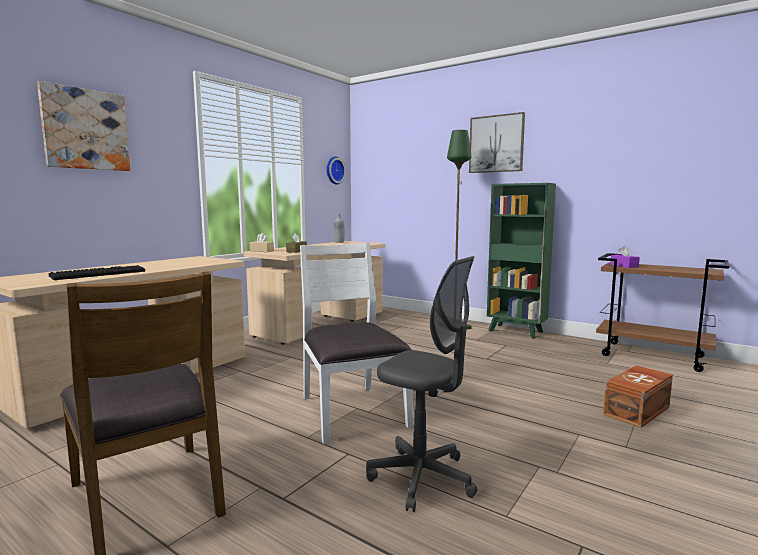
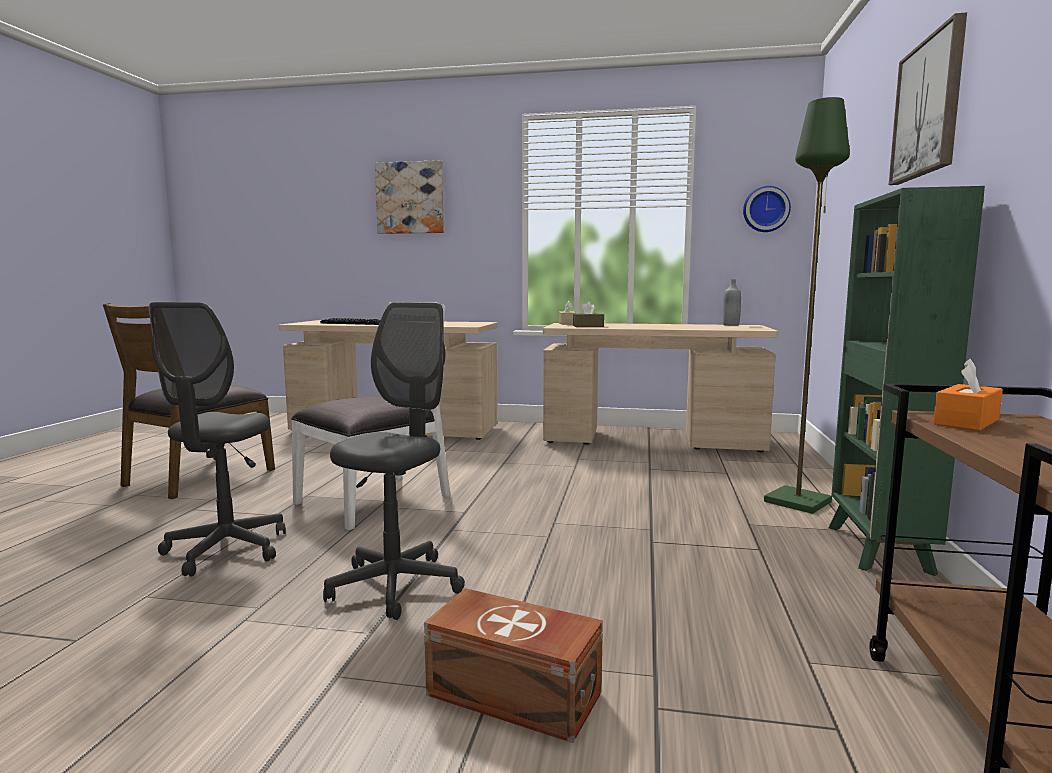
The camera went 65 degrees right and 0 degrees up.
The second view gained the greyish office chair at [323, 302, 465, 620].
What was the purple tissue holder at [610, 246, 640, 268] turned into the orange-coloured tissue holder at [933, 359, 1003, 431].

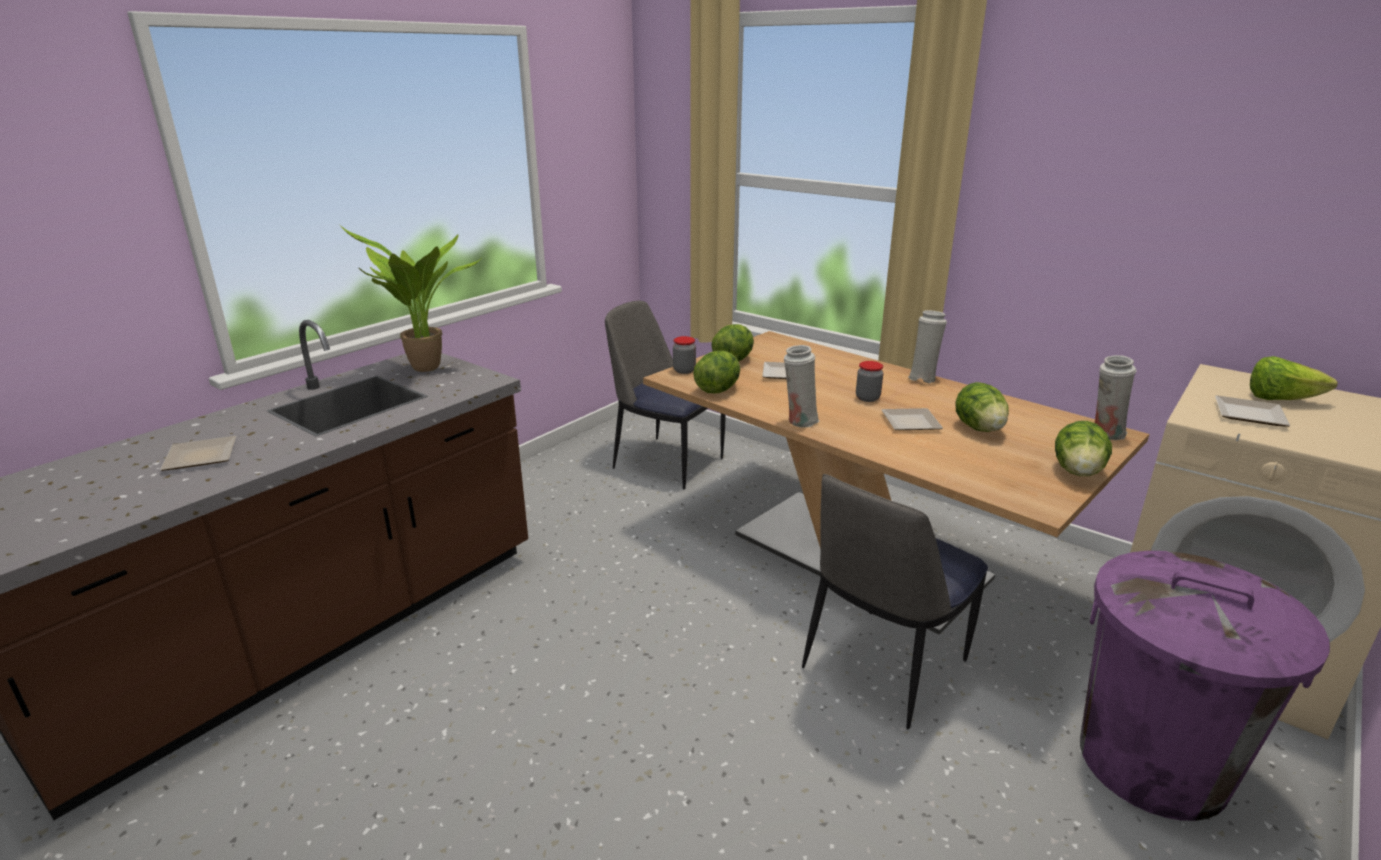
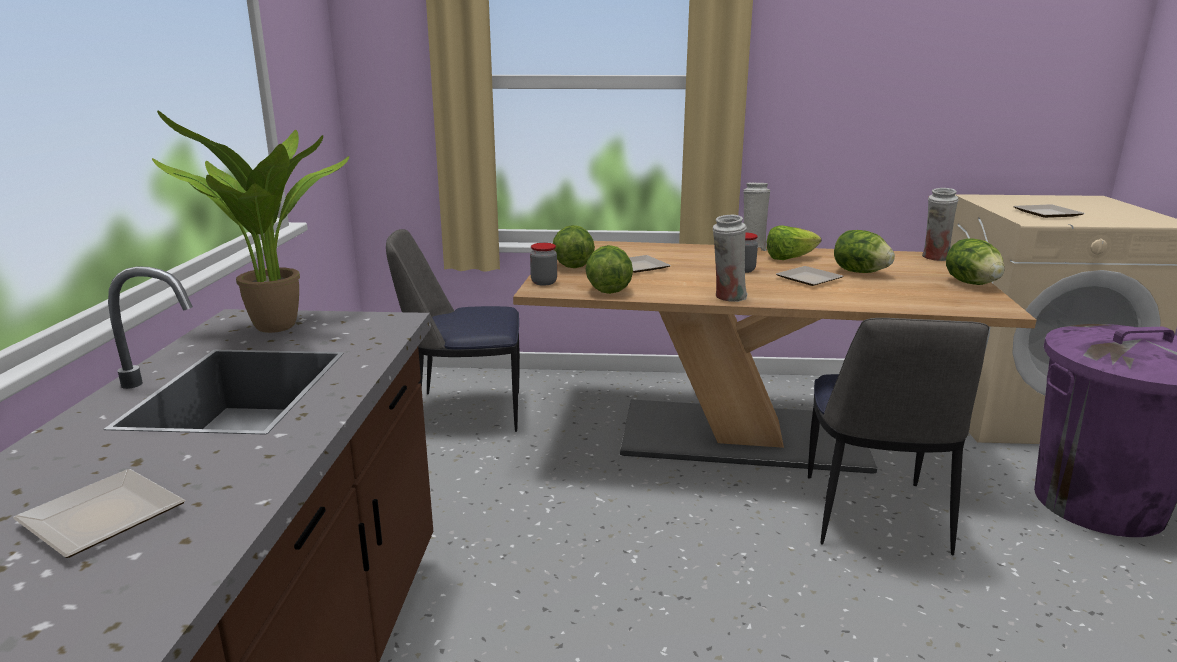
The camera went 35 degrees left and 5 degrees down.
The head of lettuce ended up elsewhere, having gone from [1250, 356, 1338, 400] to [767, 225, 821, 260].

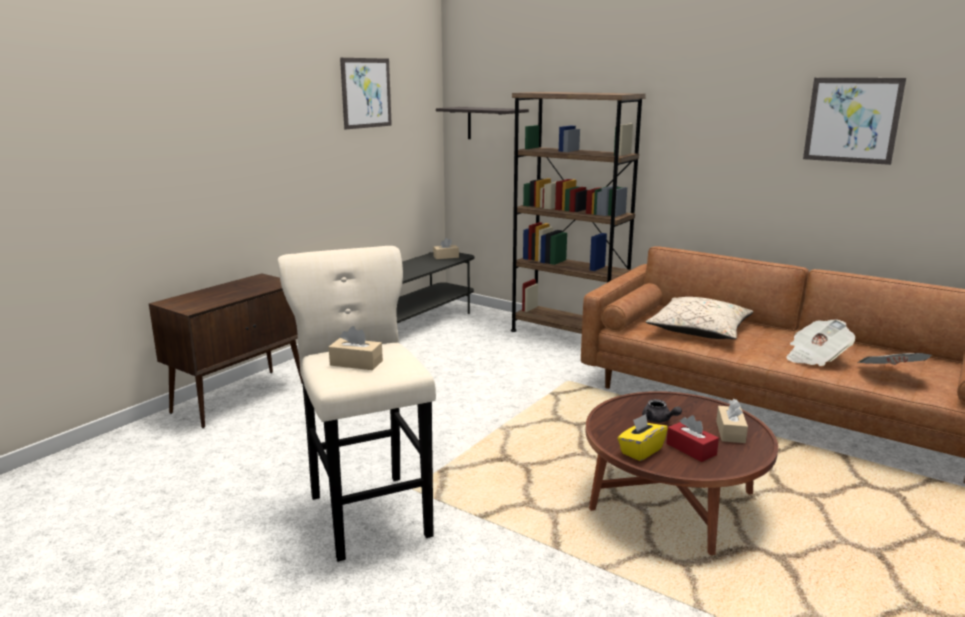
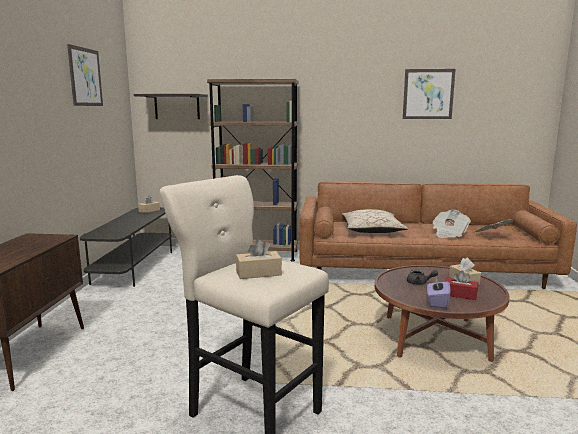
The camera went 30 degrees left and 5 degrees down.
What was the yellow tissue holder at [618, 414, 668, 461] turned into the purple tissue holder at [427, 277, 451, 309].

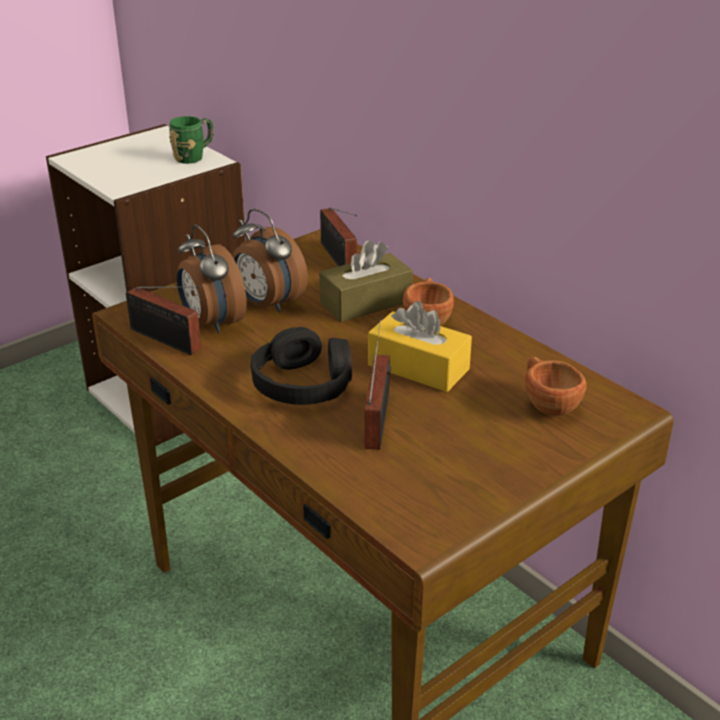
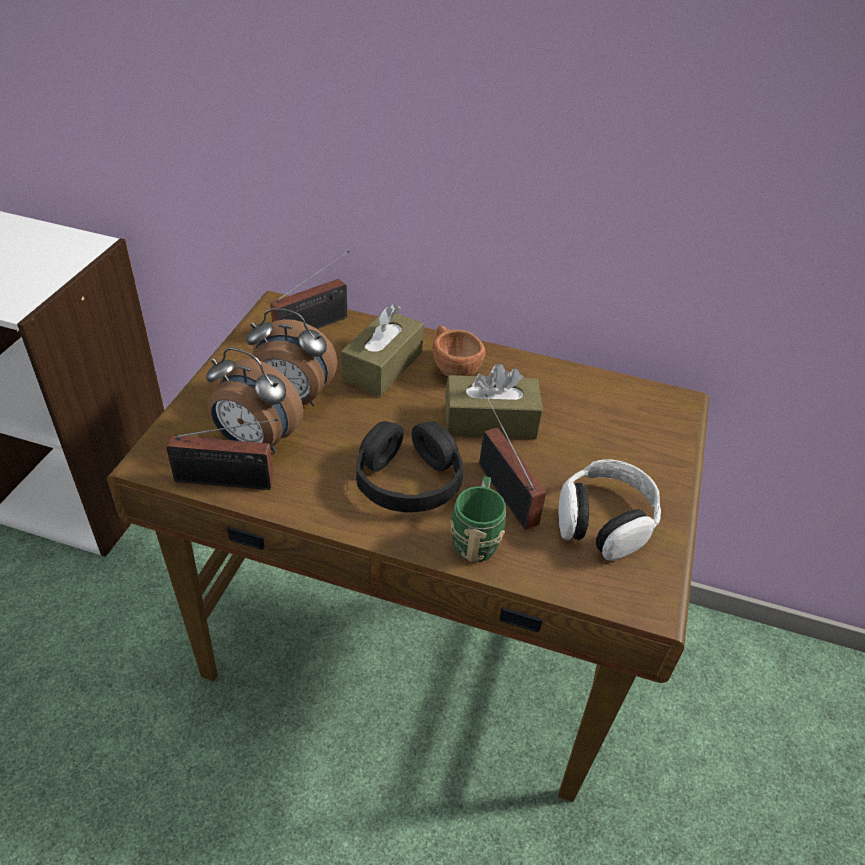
The camera went 35 degrees left and 10 degrees up.
The second view lost the brown-coloured drinking cup at [525, 356, 587, 416].
The second view gained the headphones at [558, 460, 661, 561].
The greenish tea mug ended up elsewhere, having gone from [169, 116, 214, 164] to [450, 476, 506, 562].
What was the yellow tissue holder at [368, 301, 472, 392] turned into the brown-coloured tissue holder at [445, 364, 543, 439].
The radio set at [320, 207, 357, 266] ended up facing another way, 75 degrees counterclockwise from before.

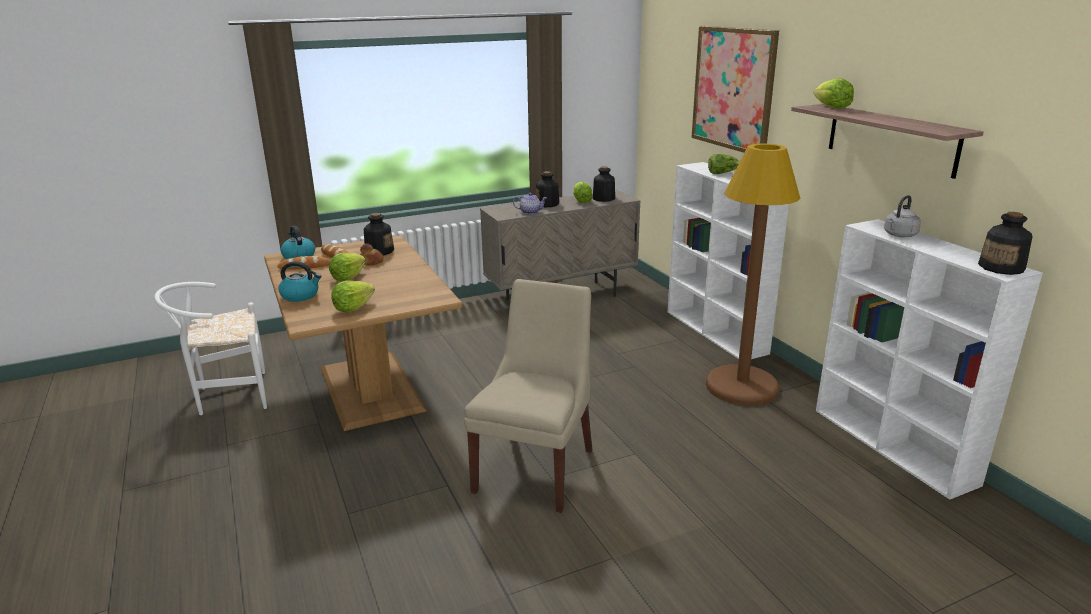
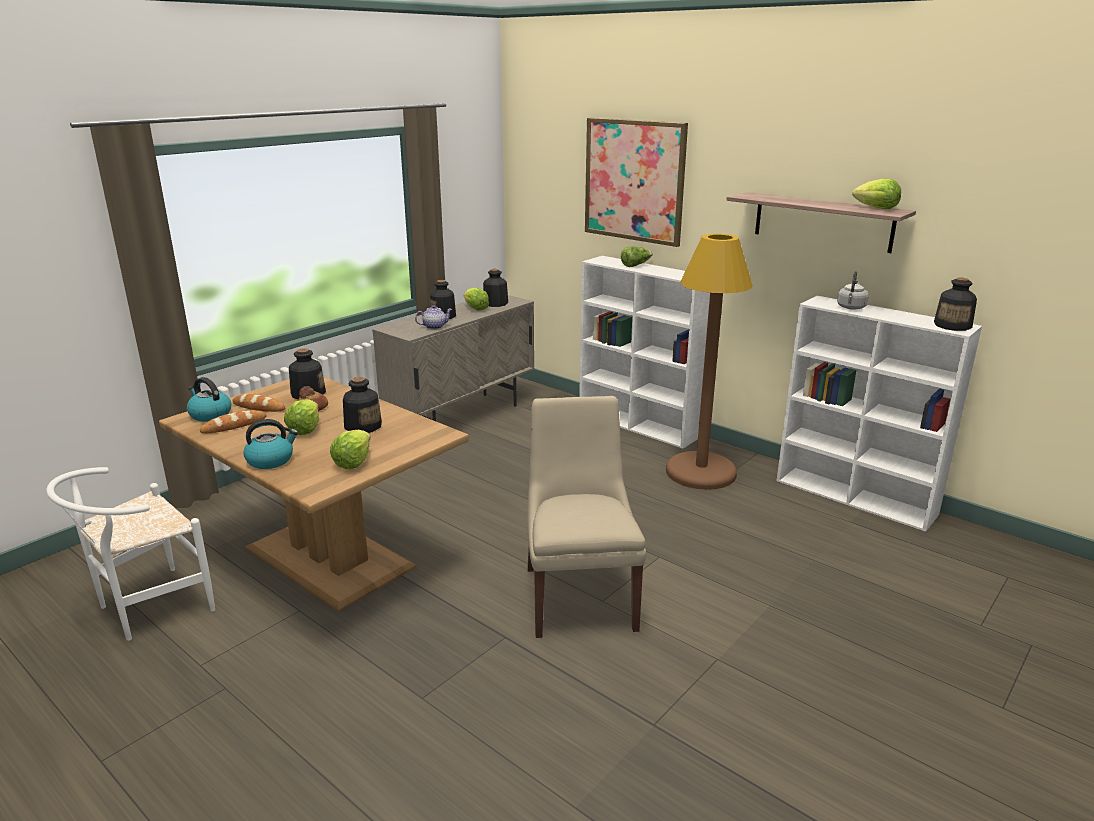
The camera went 25 degrees left and 0 degrees up.
The second view gained the drink bottle at [343, 377, 382, 433].
The head of lettuce ended up elsewhere, having gone from [814, 78, 854, 109] to [852, 178, 901, 209].

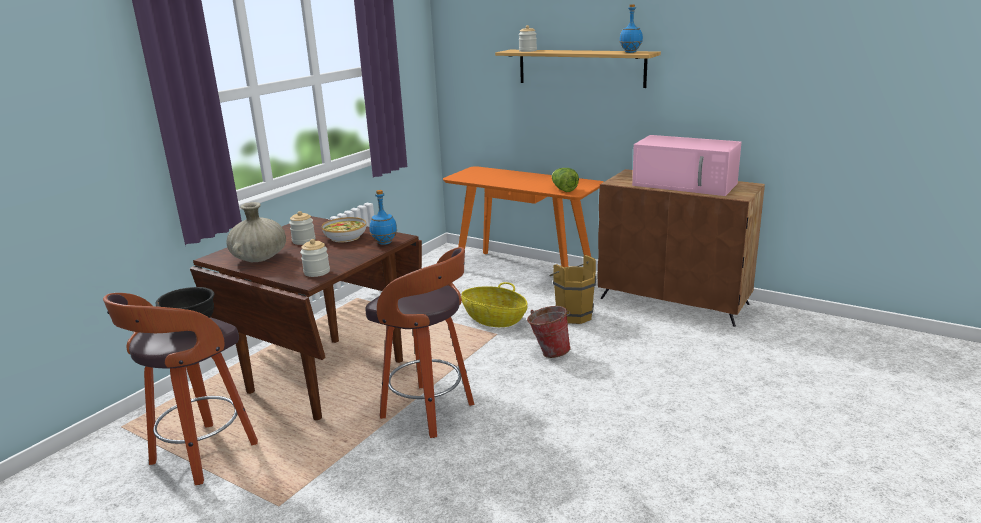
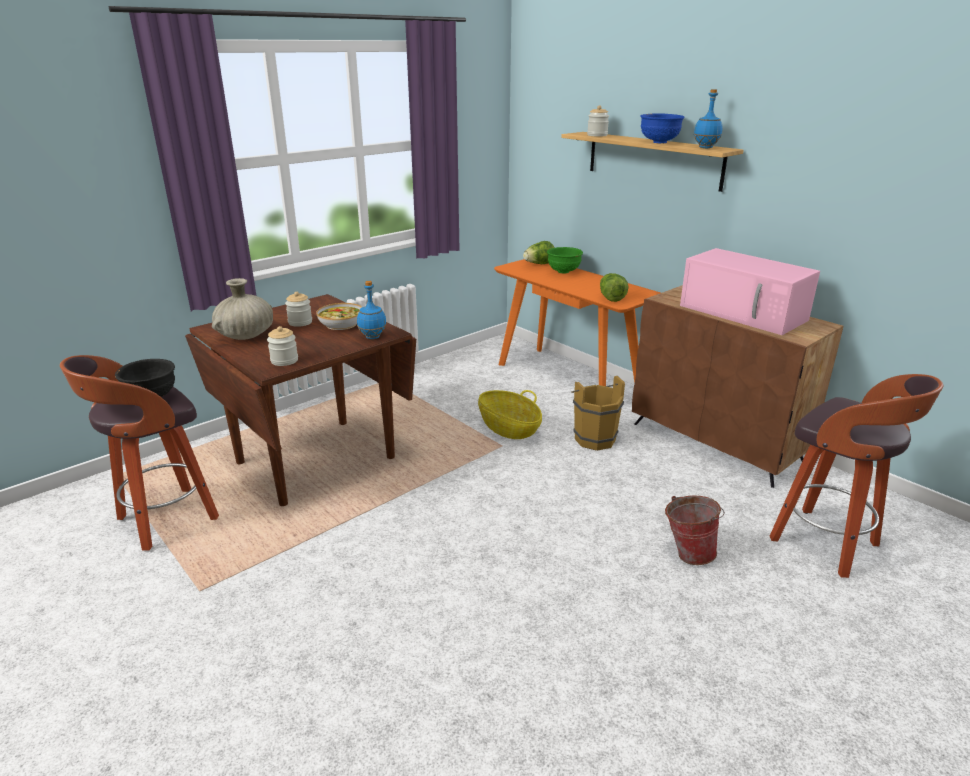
The camera went 15 degrees right and 5 degrees up.
The second view gained the head of lettuce at [523, 241, 555, 264].
The second view gained the greenish bowl at [547, 247, 583, 274].
The second view gained the blue bowl at [641, 114, 685, 144].
The stool seat ended up elsewhere, having gone from [366, 247, 475, 438] to [770, 374, 943, 578].
The bucket ended up elsewhere, having gone from [527, 306, 571, 358] to [665, 495, 725, 565].

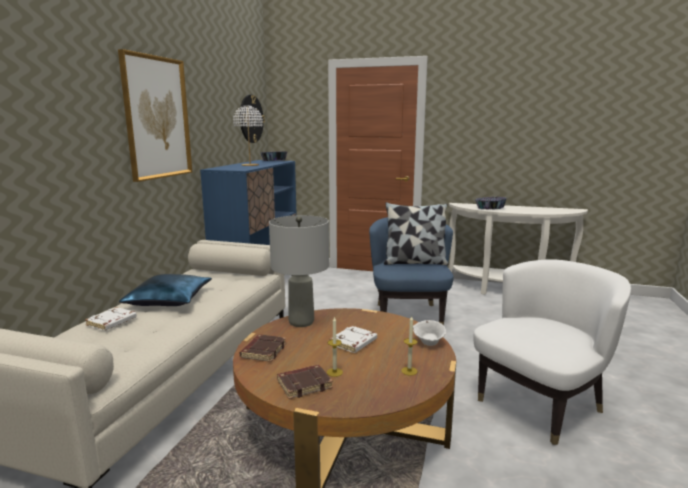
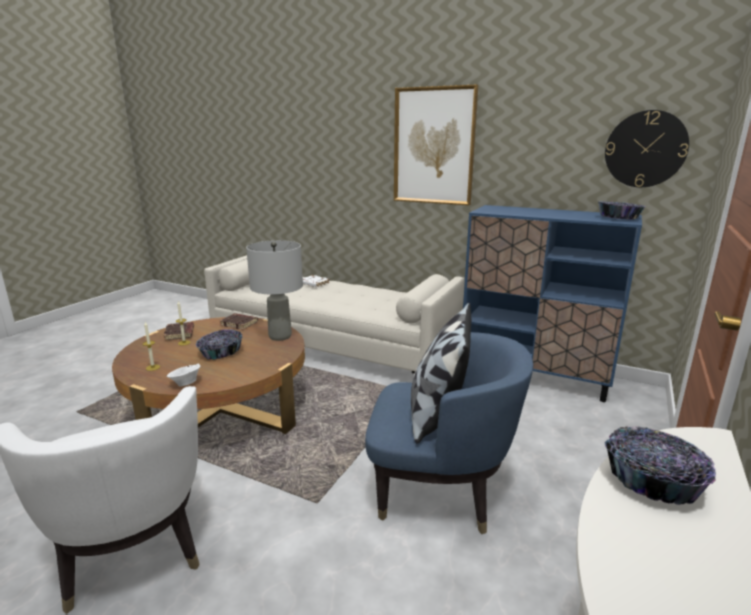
The camera went 100 degrees right and 5 degrees up.
The second view lost the blue throw pillow at [119, 274, 212, 306].
The second view lost the whitish lamp for a table at [233, 105, 263, 166].
Where the whitish volume stood at [330, 326, 377, 353], the bowl came to stand at [195, 329, 242, 360].

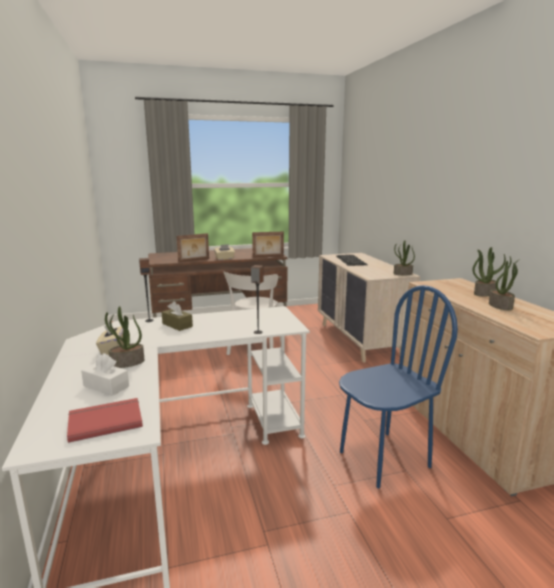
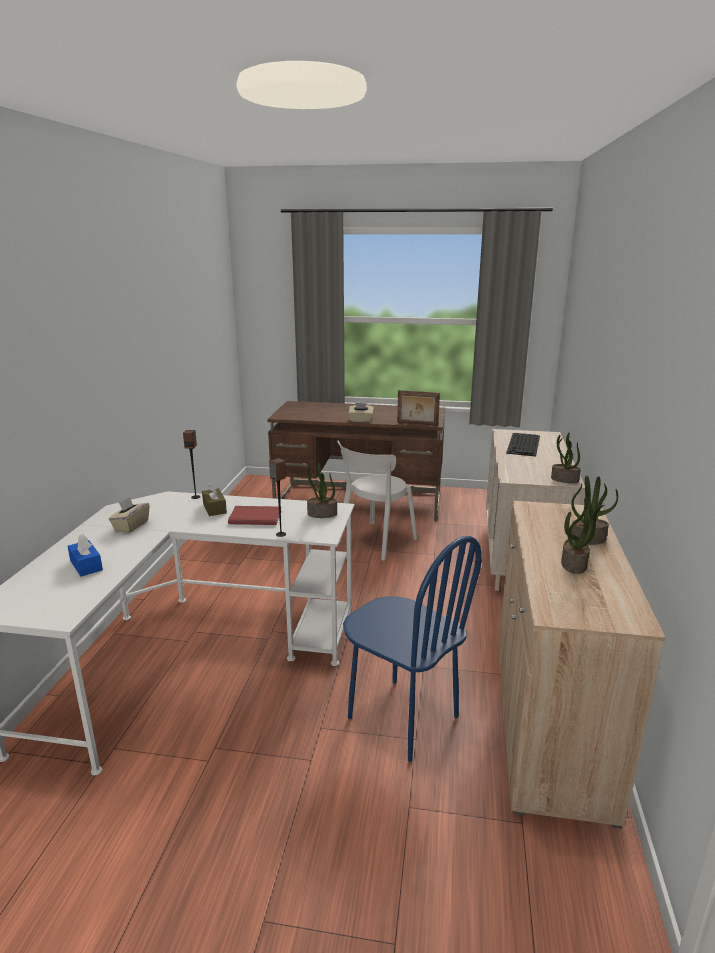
The camera went 25 degrees right and 5 degrees up.
The second view lost the standing frame at [176, 233, 209, 262].
The reddish volume ended up elsewhere, having gone from [67, 398, 143, 443] to [228, 506, 279, 525].
The plant in a pot ended up elsewhere, having gone from [105, 306, 145, 368] to [307, 463, 337, 518].
What was the whitish tissue holder at [81, 353, 129, 396] turned into the blue tissue holder at [68, 534, 103, 576].
The blue plain chair at [339, 285, 458, 488] ended up facing another way, 45 degrees clockwise from before.

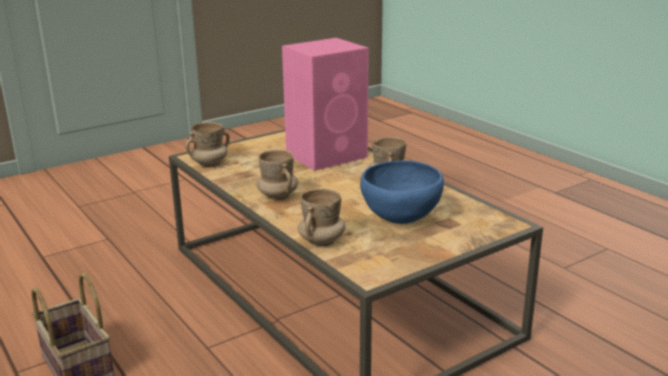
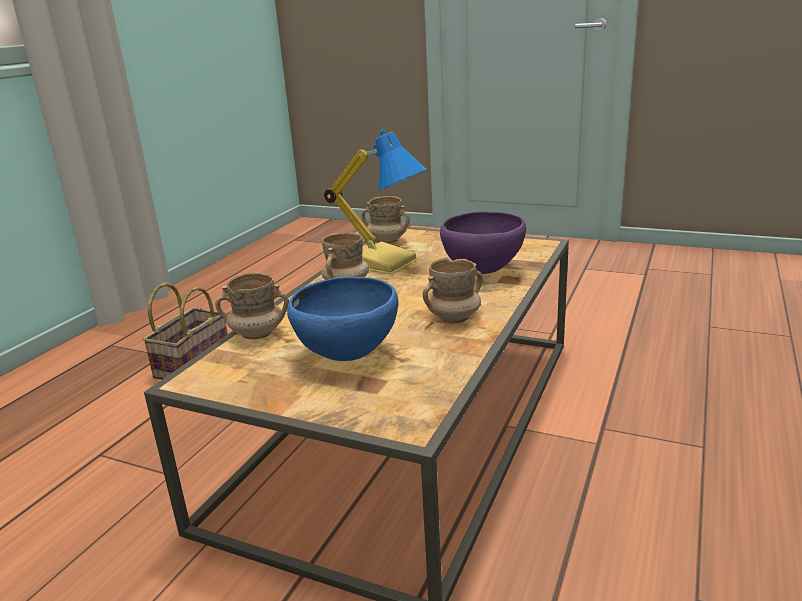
The camera went 60 degrees right and 0 degrees up.
The second view gained the lamp for a table at [324, 129, 427, 275].
Where the pink-coloured loudspeaker stood at [282, 38, 369, 171], the purple bowl came to stand at [440, 211, 526, 274].

